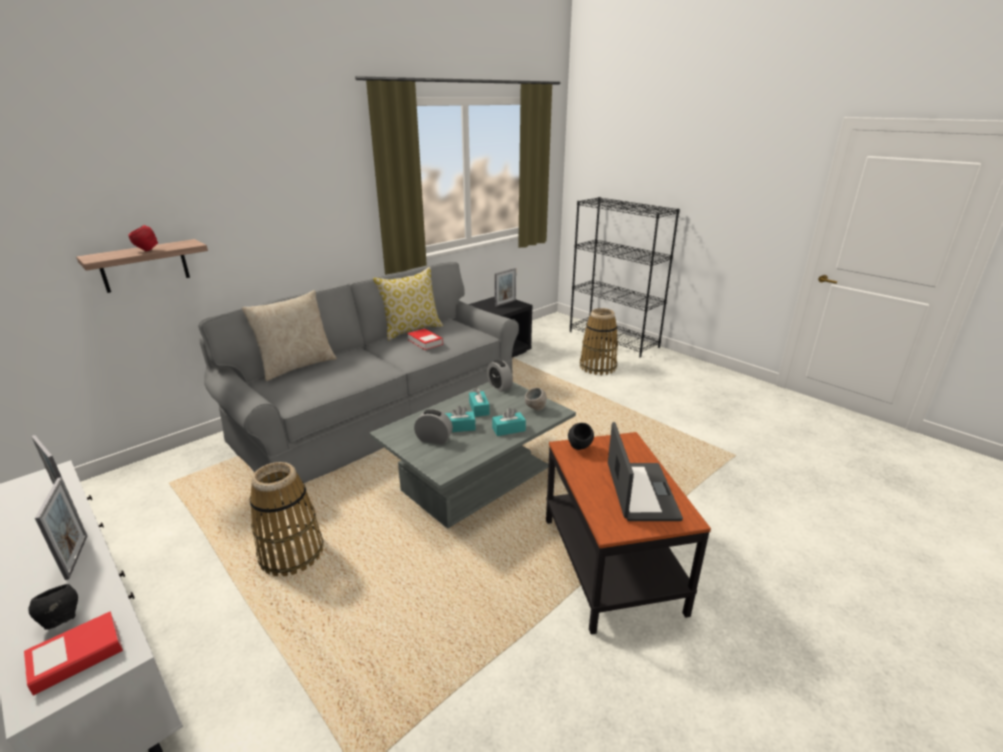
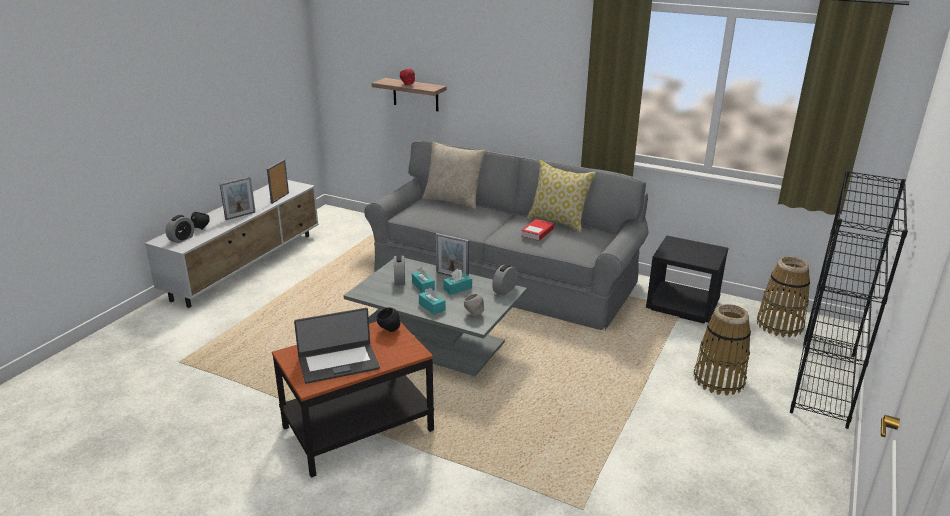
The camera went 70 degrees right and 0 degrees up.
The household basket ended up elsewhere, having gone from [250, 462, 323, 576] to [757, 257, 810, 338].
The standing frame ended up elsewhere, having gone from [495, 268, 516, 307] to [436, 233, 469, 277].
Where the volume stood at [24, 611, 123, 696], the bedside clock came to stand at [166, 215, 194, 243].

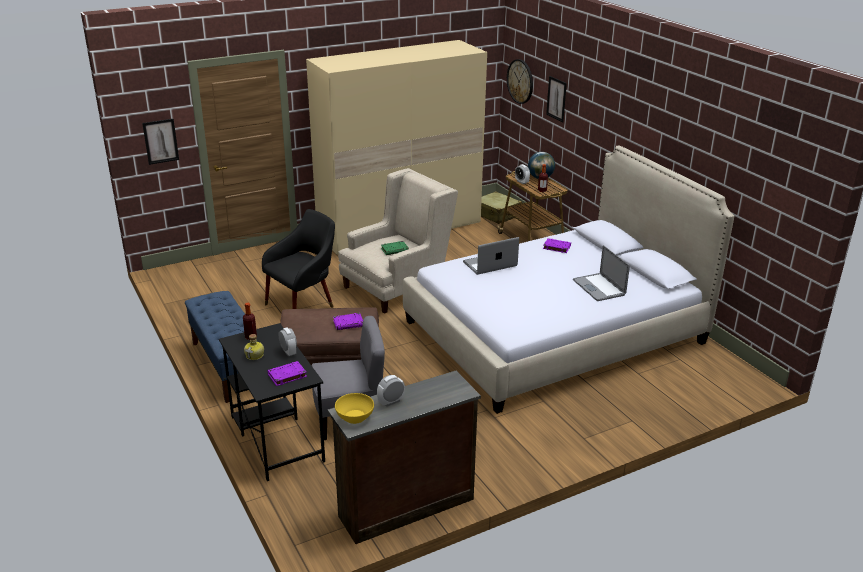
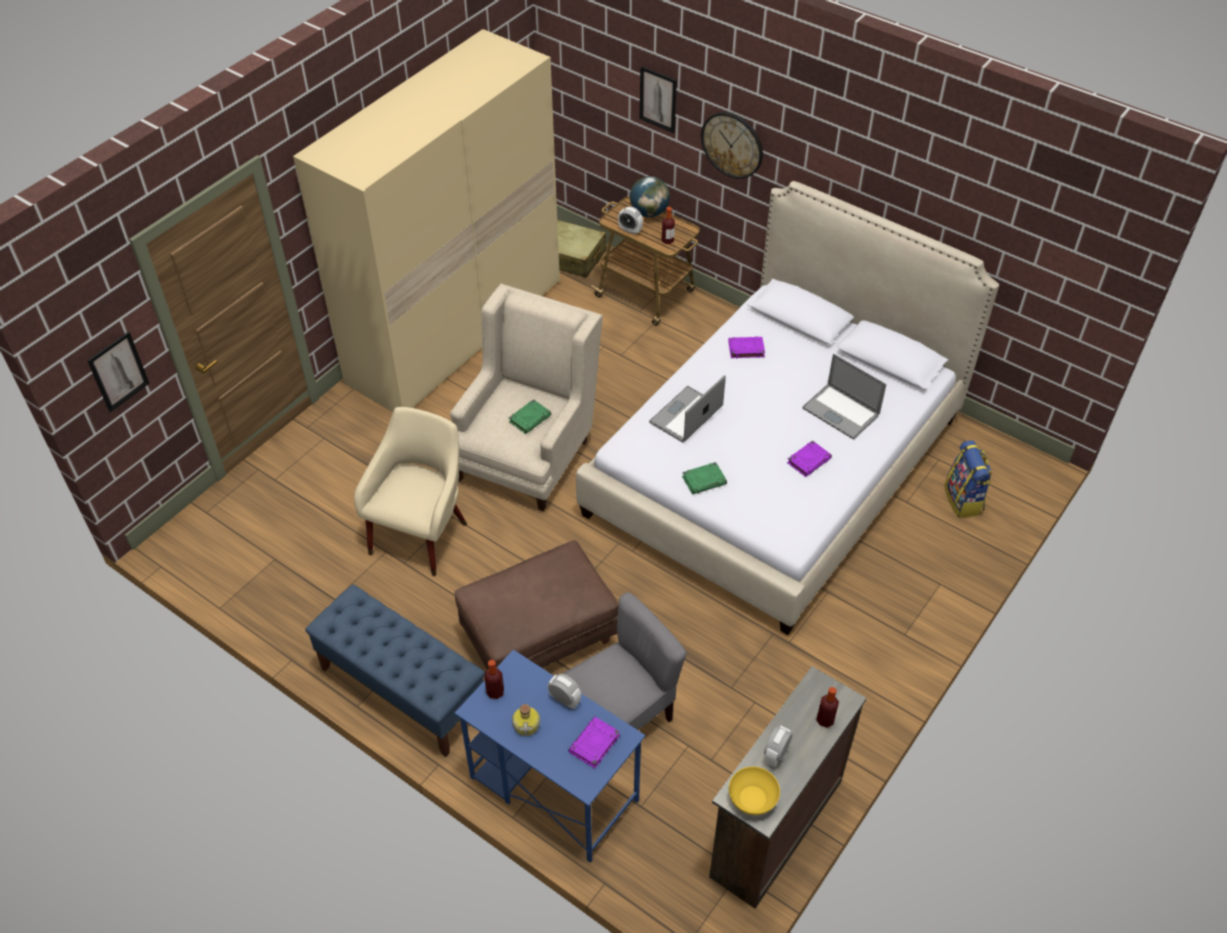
The camera went 25 degrees left and 20 degrees up.
The second view gained the greenish volume at [682, 462, 727, 495].
The second view gained the drink bottle at [816, 687, 839, 728].
The second view gained the knapsack at [945, 440, 992, 517].
The purple volume ended up elsewhere, having gone from [333, 313, 363, 330] to [787, 440, 832, 477].
The hanging clock ended up elsewhere, having gone from [507, 59, 533, 104] to [701, 112, 763, 179].
What was the black desk unit at [219, 323, 325, 481] turned into the blue desk unit at [455, 650, 645, 863].
What was the black armchair at [262, 209, 335, 309] turned into the beige armchair at [354, 407, 467, 576].

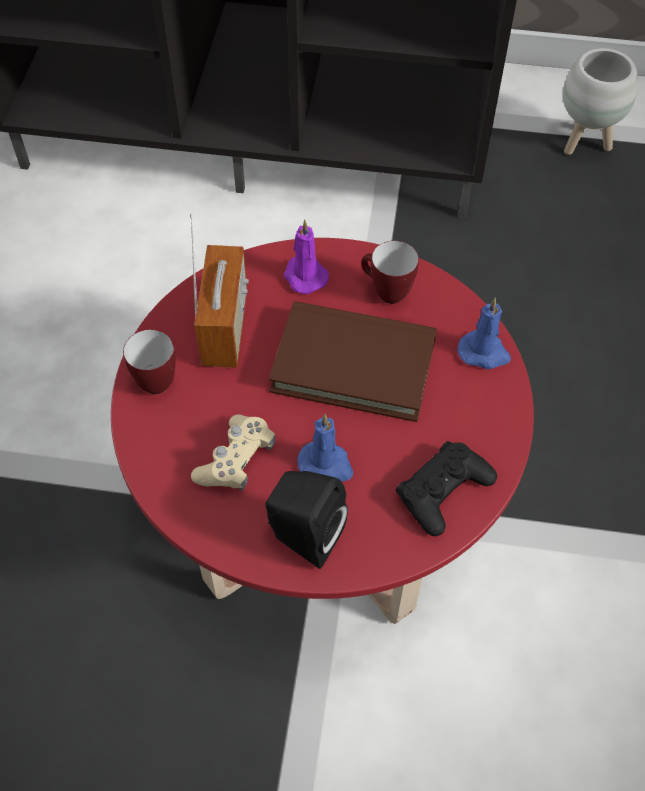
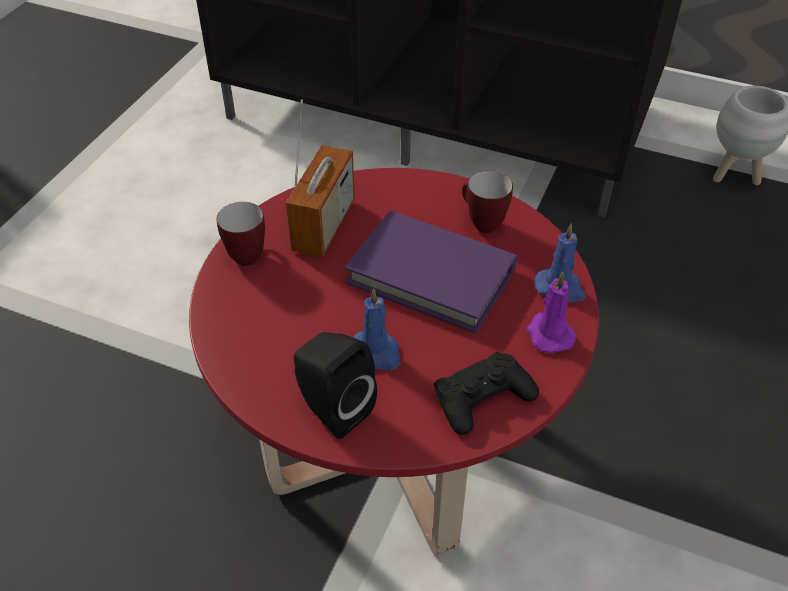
The camera went 15 degrees right and 10 degrees down.
The second view lost the beige game controller at [191, 415, 276, 491].
The purple candle ended up elsewhere, having gone from [284, 220, 329, 294] to [527, 272, 576, 354].
What was the brown-coloured volume at [269, 301, 437, 422] turned into the purple volume at [345, 211, 517, 333].

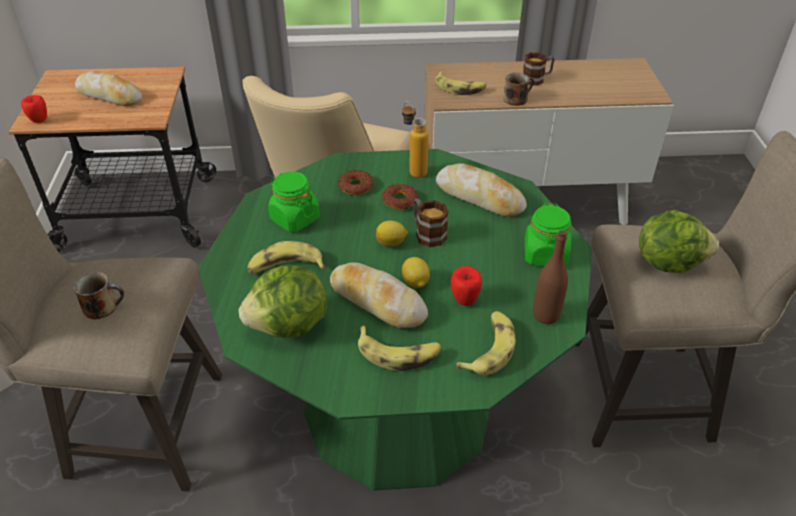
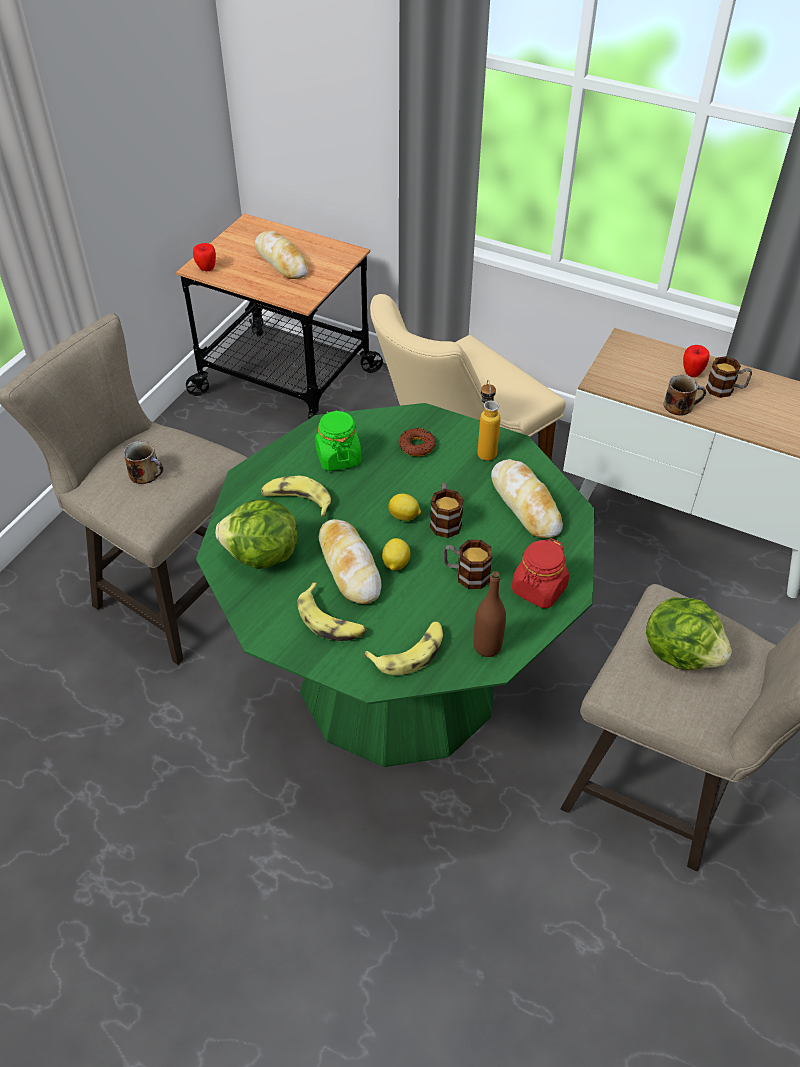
The camera went 30 degrees right and 5 degrees up.
The second view lost the ring doughnut at [382, 184, 418, 210].
The second view lost the banana at [436, 71, 486, 95].
The second view gained the tea mug at [444, 540, 493, 589].
The whole apple ended up elsewhere, having gone from [451, 266, 482, 306] to [683, 345, 710, 377].
What was the greenish storage jar at [525, 203, 572, 266] turned into the reddish storage jar at [512, 538, 569, 608].

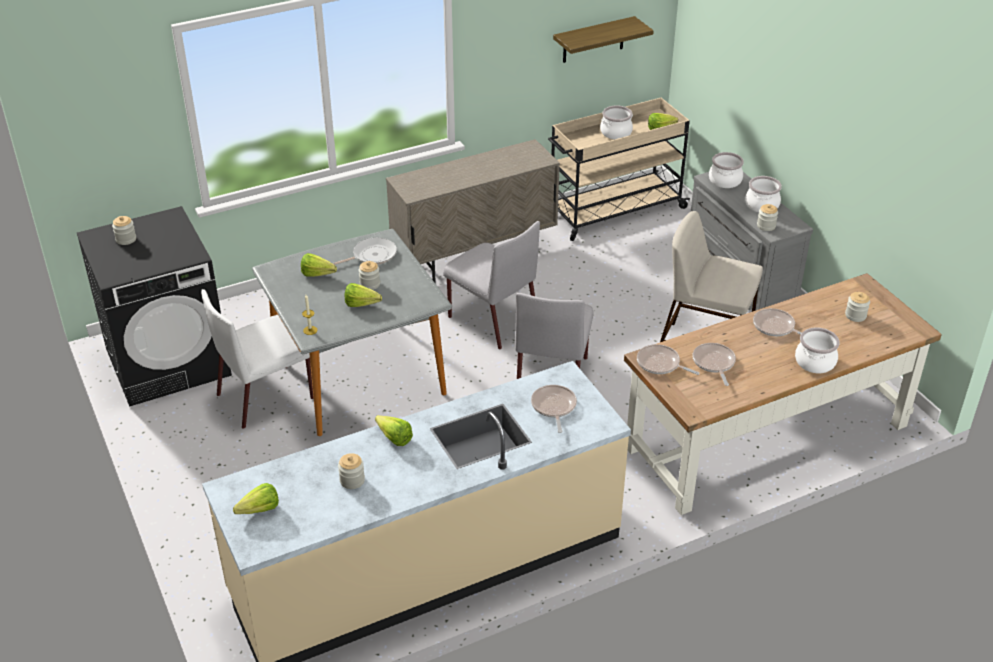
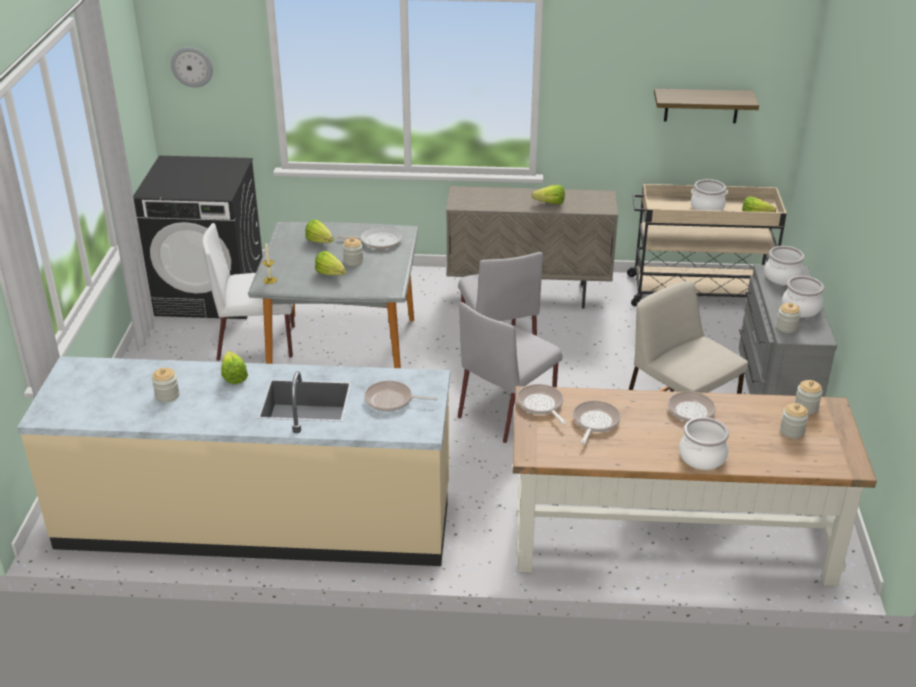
The camera went 30 degrees right and 5 degrees down.
The second view gained the hanging clock at [171, 47, 213, 88].
The storage jar ended up elsewhere, having gone from [112, 216, 136, 245] to [795, 380, 823, 414].
The head of lettuce ended up elsewhere, having gone from [233, 483, 279, 514] to [532, 185, 565, 205].
The frying pan at [531, 385, 577, 433] ended up facing another way, 105 degrees counterclockwise from before.

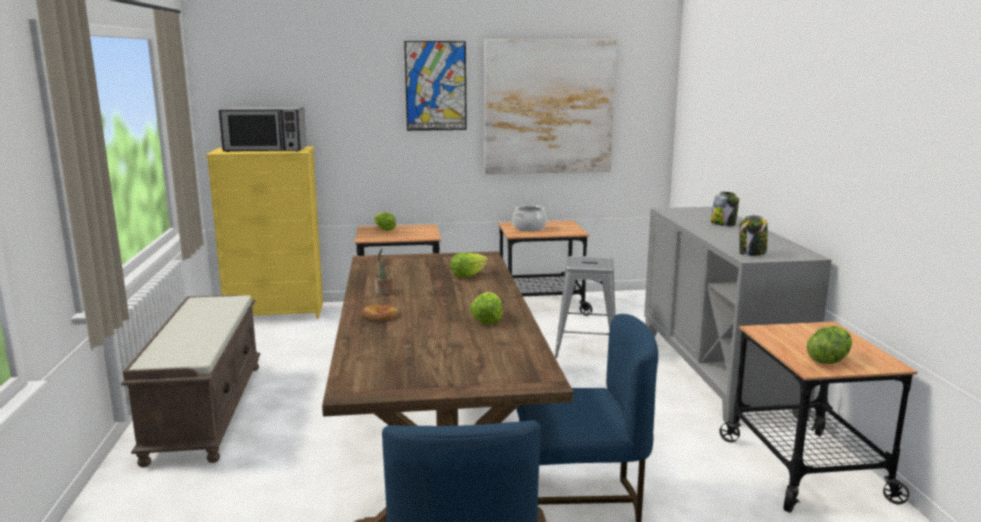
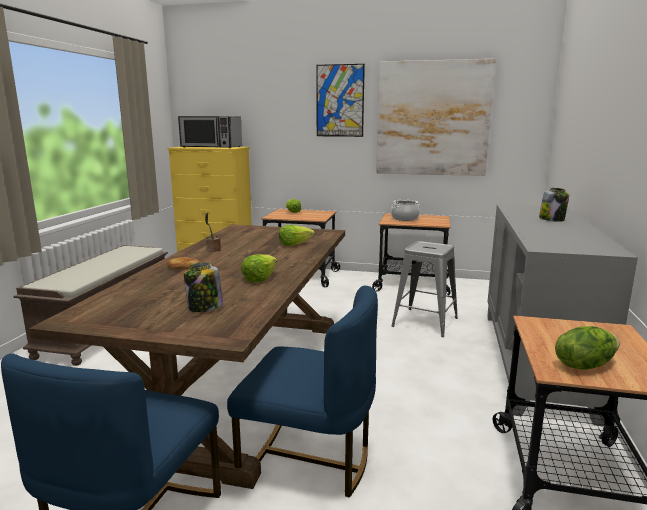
The camera went 20 degrees right and 0 degrees up.
The storage jar ended up elsewhere, having gone from [740, 215, 768, 256] to [184, 263, 223, 312].

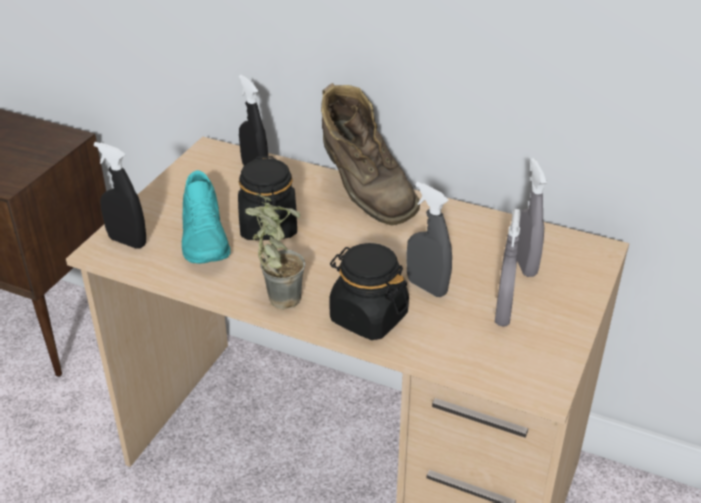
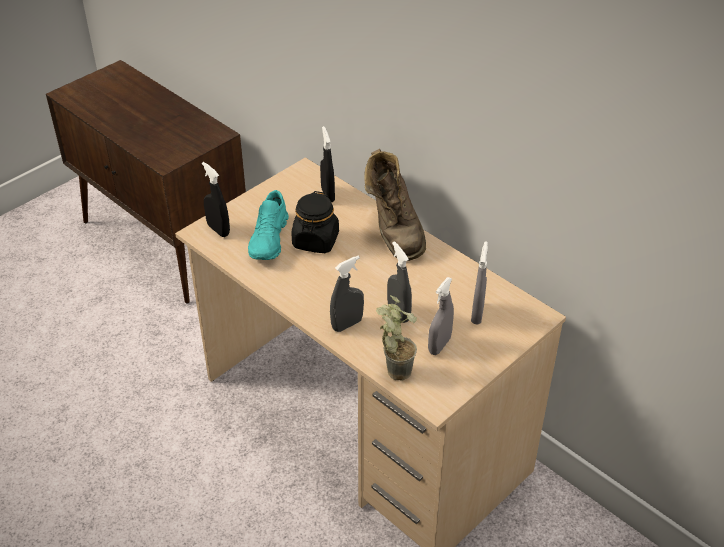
The camera went 20 degrees right and 5 degrees up.
The plant in a pot ended up elsewhere, having gone from [245, 194, 305, 310] to [376, 295, 417, 381].
Where the black storage jar stood at [329, 243, 409, 340], the greyish hand sprayer came to stand at [330, 256, 364, 332].

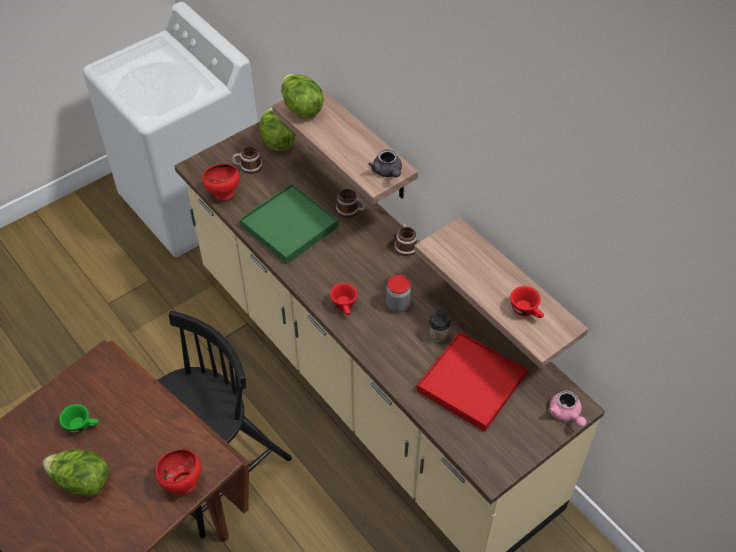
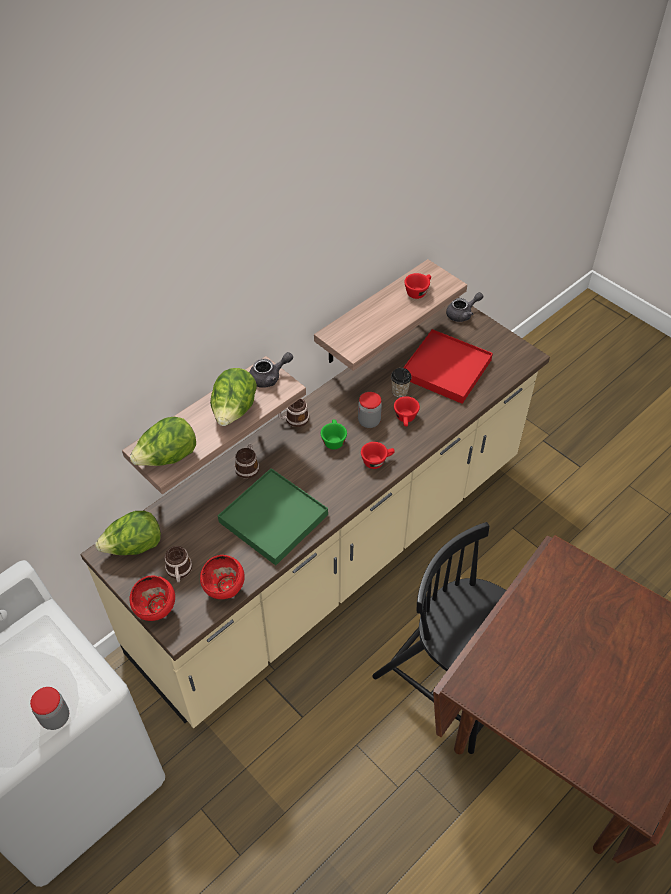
The camera went 95 degrees left and 0 degrees up.
The second view gained the storage jar at [30, 687, 69, 730].
The second view gained the reddish drinking cup at [394, 396, 420, 426].
The head of lettuce ended up elsewhere, having gone from [43, 449, 109, 497] to [210, 368, 257, 426].
The greenish drinking cup ended up elsewhere, having gone from [59, 404, 99, 434] to [321, 420, 347, 449].
The reddish bowl ended up elsewhere, having gone from [155, 449, 201, 495] to [129, 575, 175, 621].
What was the pink-coloured pot for tea at [549, 390, 587, 427] turned into the greyish pot for tea at [446, 292, 483, 322].

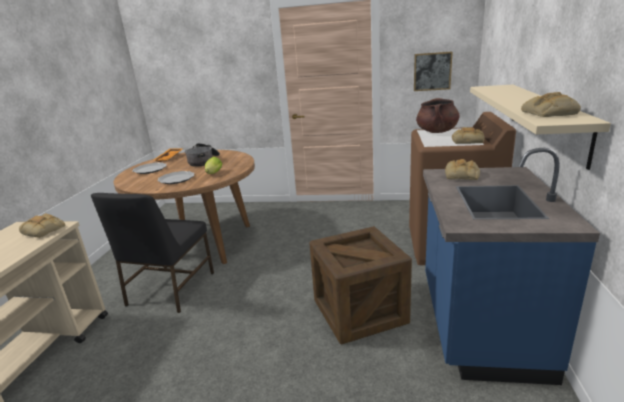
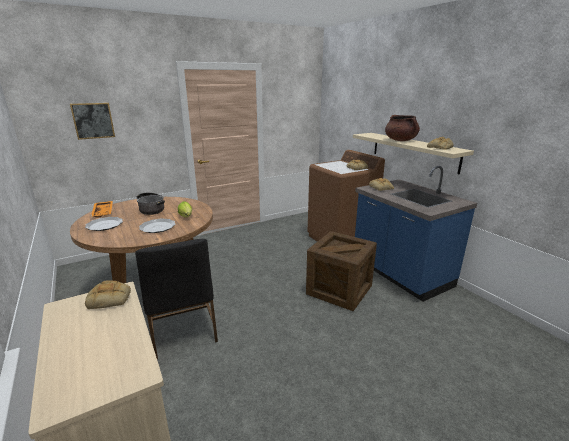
The camera went 40 degrees left and 0 degrees up.
The wall picture ended up elsewhere, having gone from [414, 52, 453, 91] to [70, 103, 115, 140].
The brown-coloured saucepot ended up elsewhere, having gone from [416, 98, 460, 133] to [385, 115, 420, 141].

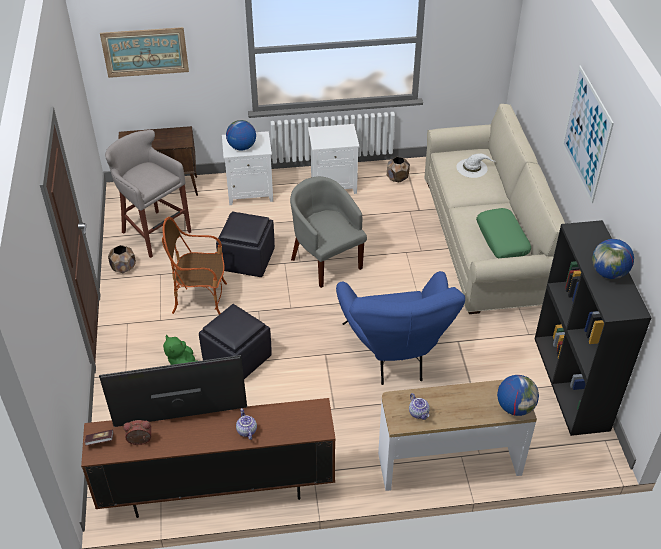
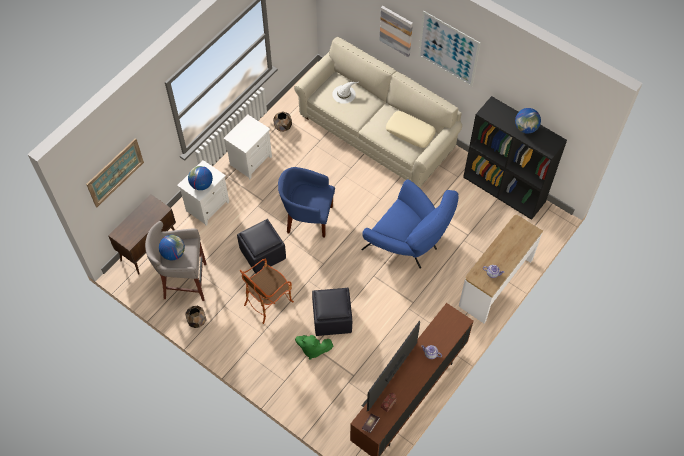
The camera went 45 degrees left and 15 degrees up.
The second view gained the wall picture at [379, 6, 413, 57].
The world globe ended up elsewhere, having gone from [497, 375, 539, 416] to [159, 235, 185, 260].
What was the greyish armchair at [290, 176, 367, 288] turned into the blue armchair at [278, 167, 335, 238].
What was the greenish throw pillow at [476, 208, 531, 259] turned into the beige throw pillow at [386, 111, 436, 148].

